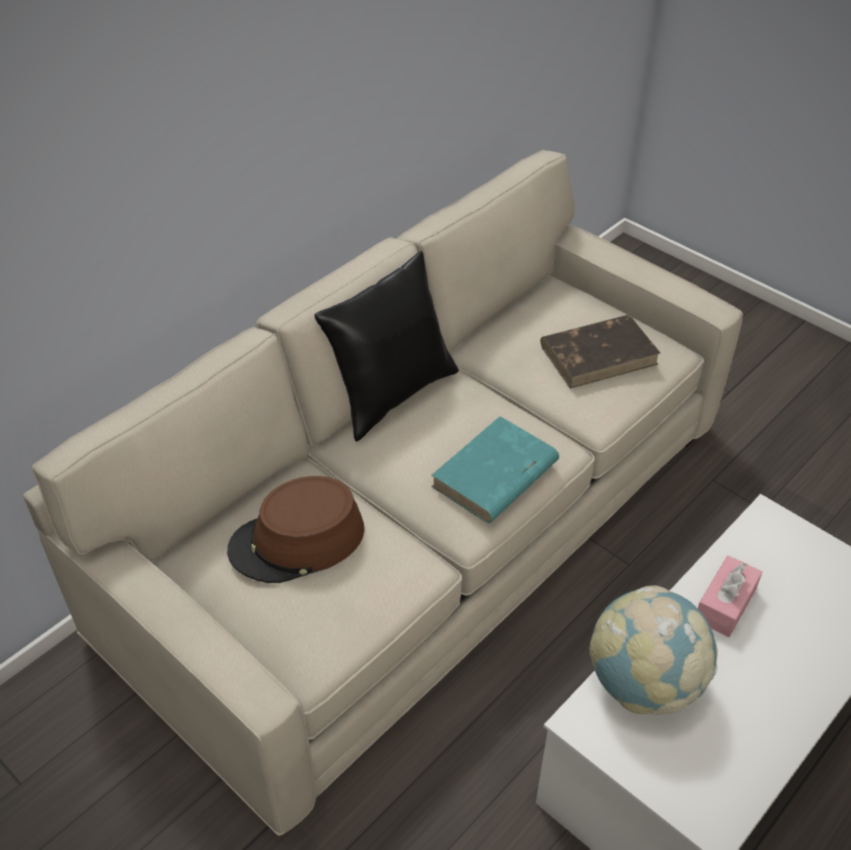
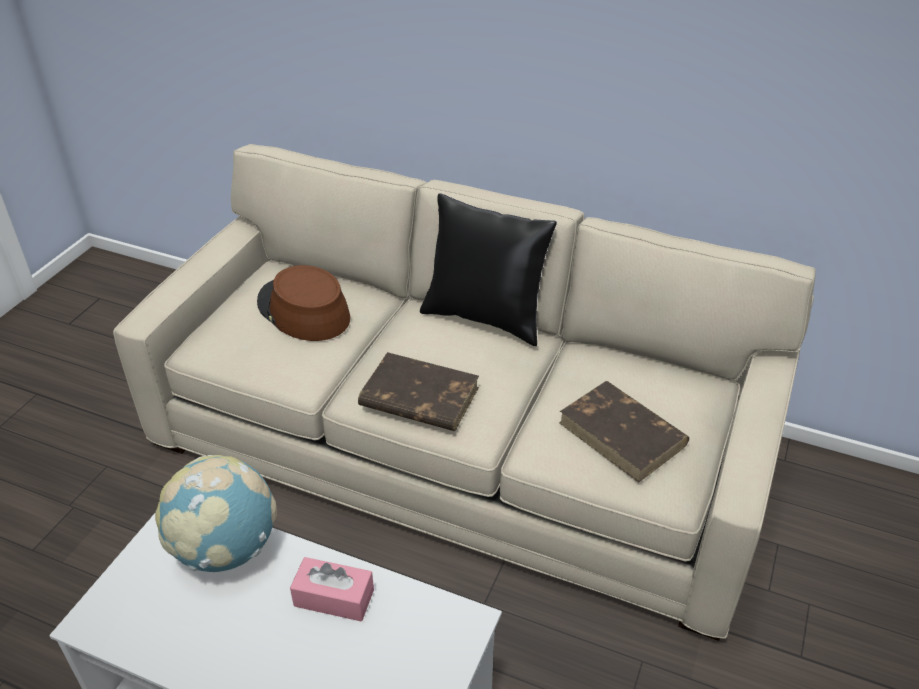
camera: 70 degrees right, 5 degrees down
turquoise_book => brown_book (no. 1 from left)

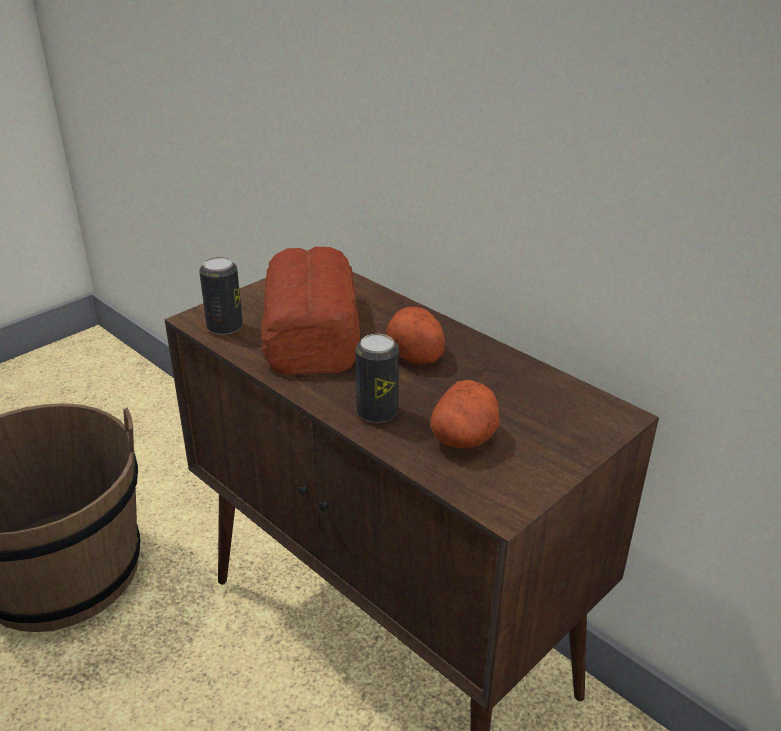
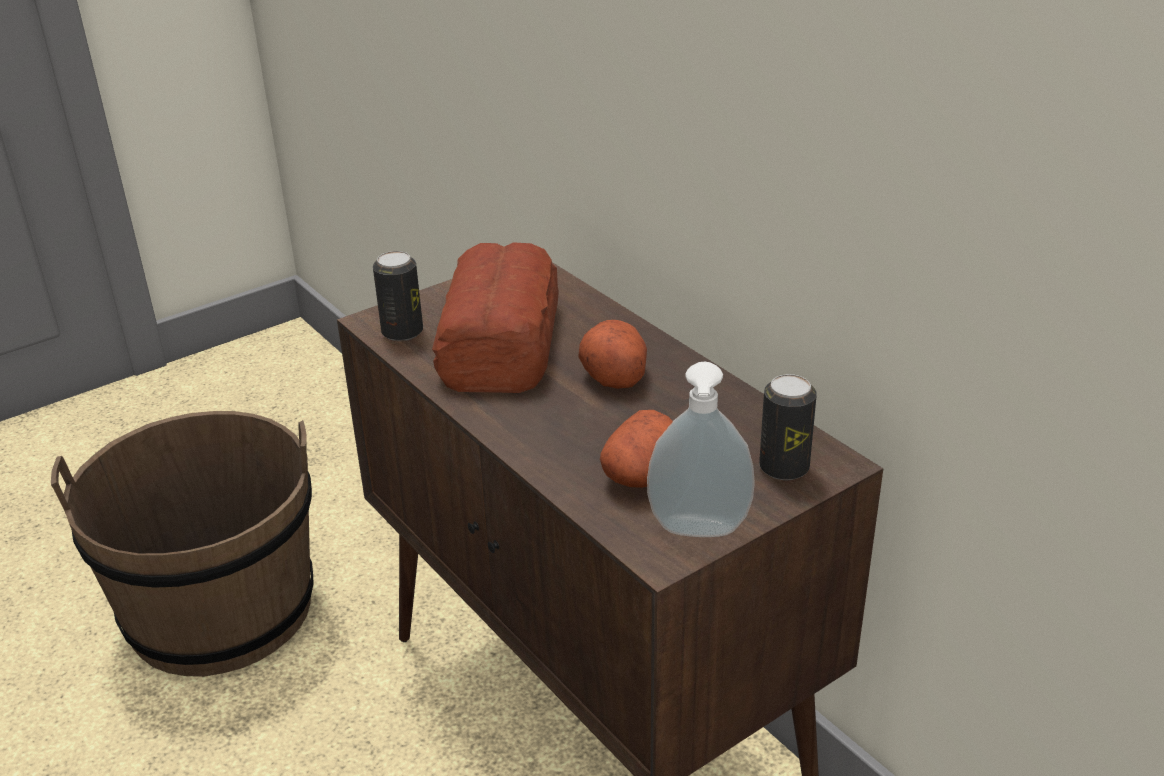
camera: 10 degrees right, 0 degrees up
nothing => soap_dispenser
can (no. 2 from left), relocated

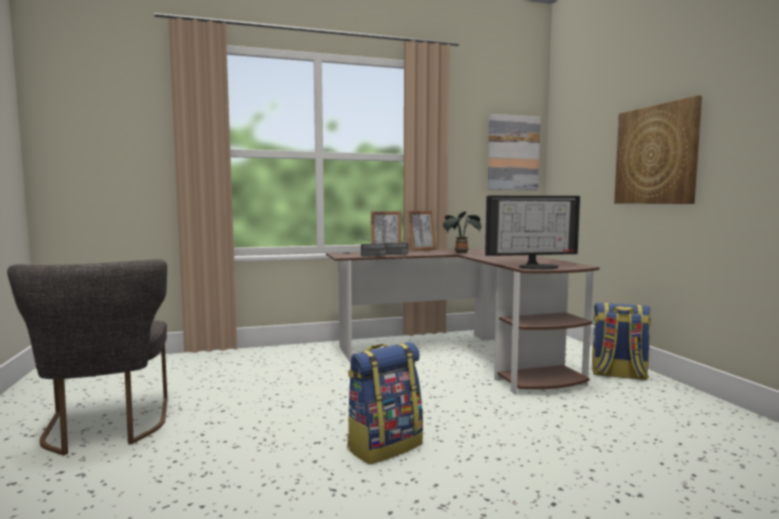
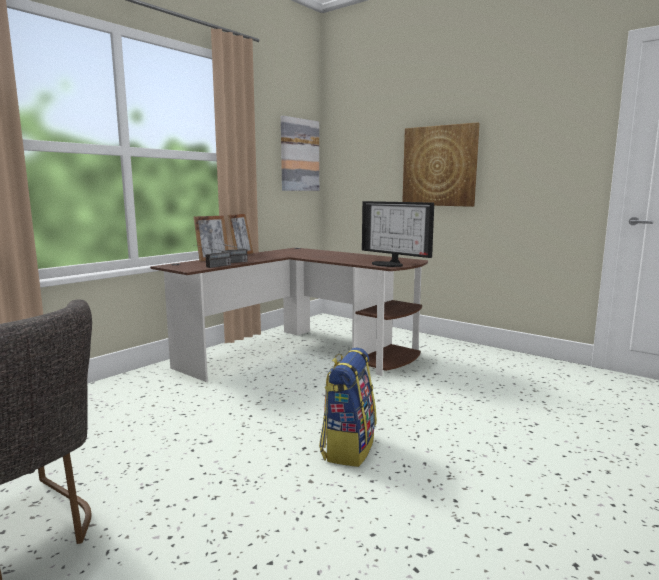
camera: 35 degrees left, 5 degrees up
potted_plant => nothing
backpack (no. 2 from left) => nothing
monitor, 90 degrees clockwise

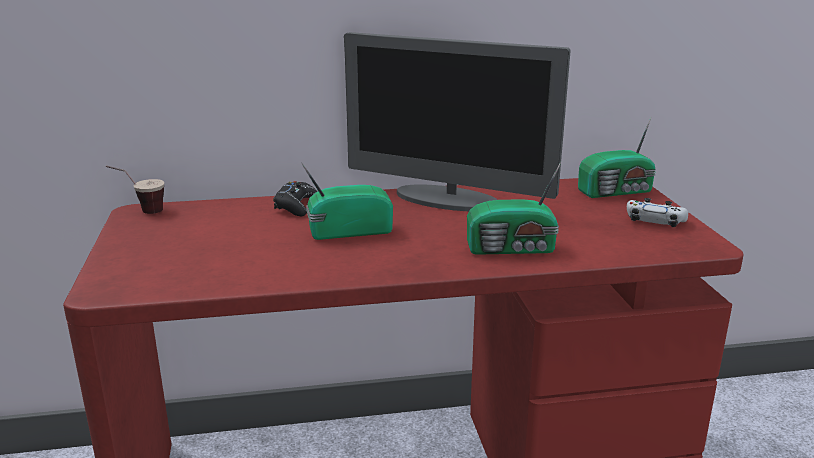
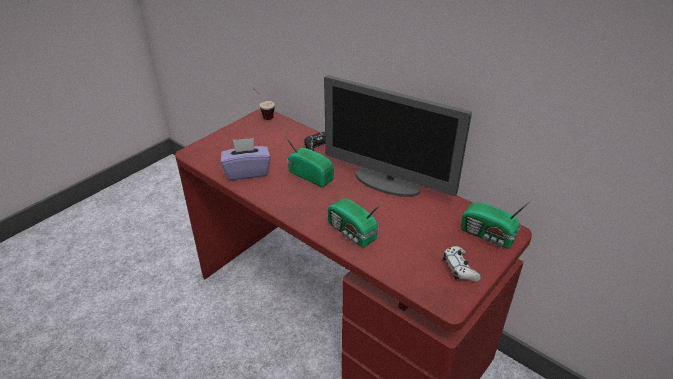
camera: 50 degrees right, 15 degrees up
nothing => purple_tissue_box
monitor, 45 degrees counterclockwise

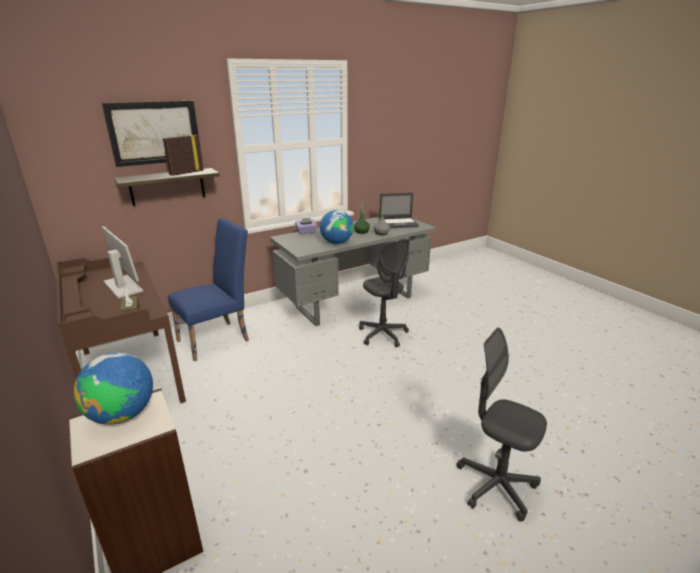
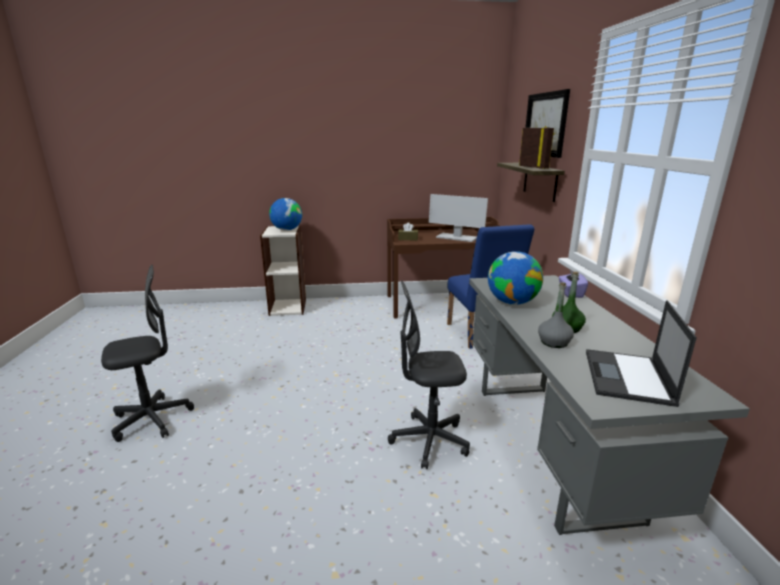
camera: 115 degrees right, 5 degrees down
monitor, 45 degrees clockwise

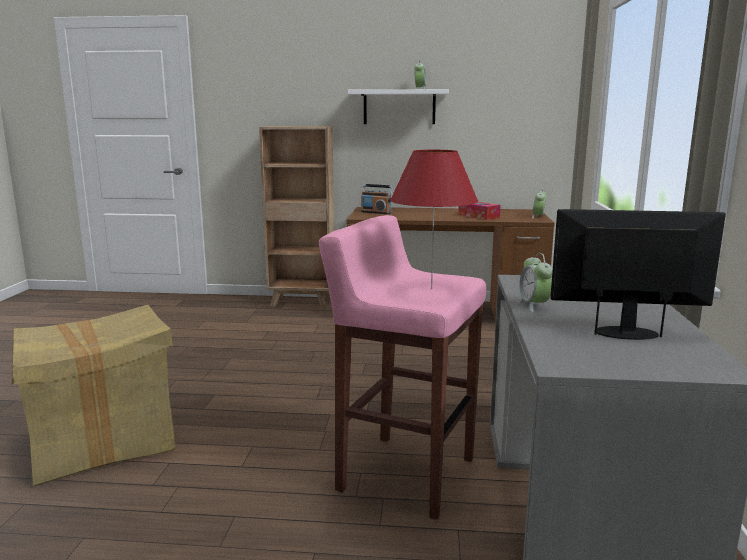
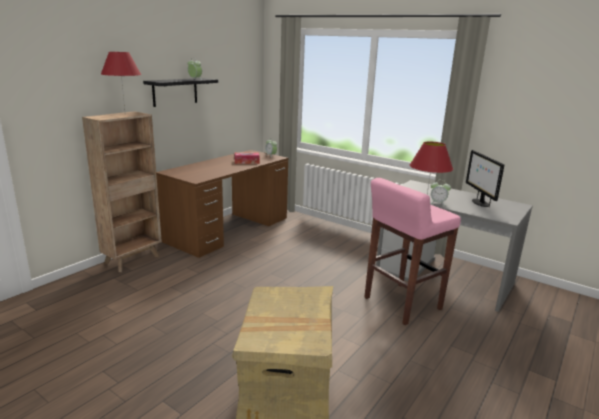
camera: 60 degrees left, 5 degrees up
radio => nothing
nothing => red_table_lamp (no. 1 from left)
white_shelf => black_shelf
monitor, 45 degrees counterclockwise

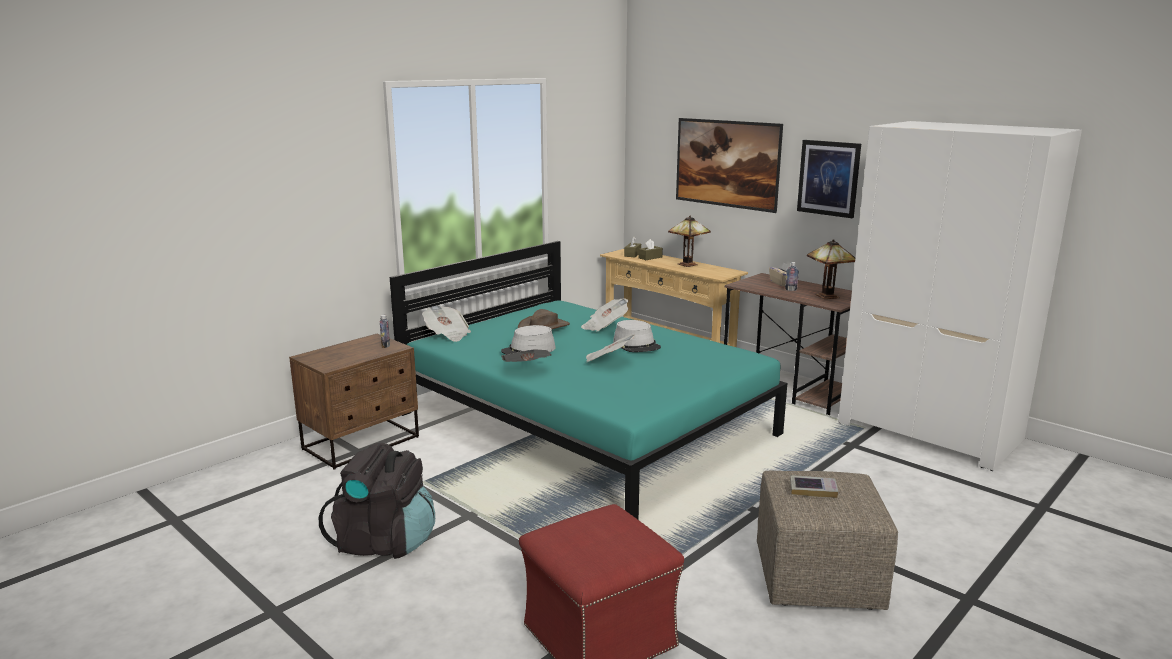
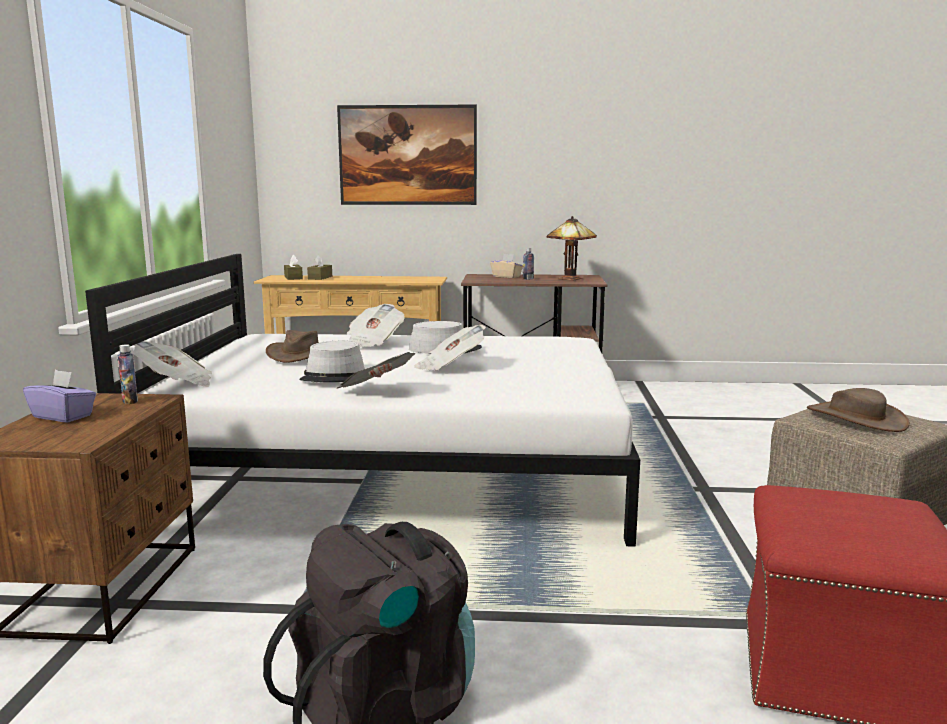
camera: 40 degrees left, 5 degrees down
table_lamp (no. 1 from left) => nothing
picture (no. 2 from left) => nothing
white_wardrobe => nothing
nothing => purple_tissue_box
book => brown_hat (no. 2 from left)
turquoise_bed => white_bed

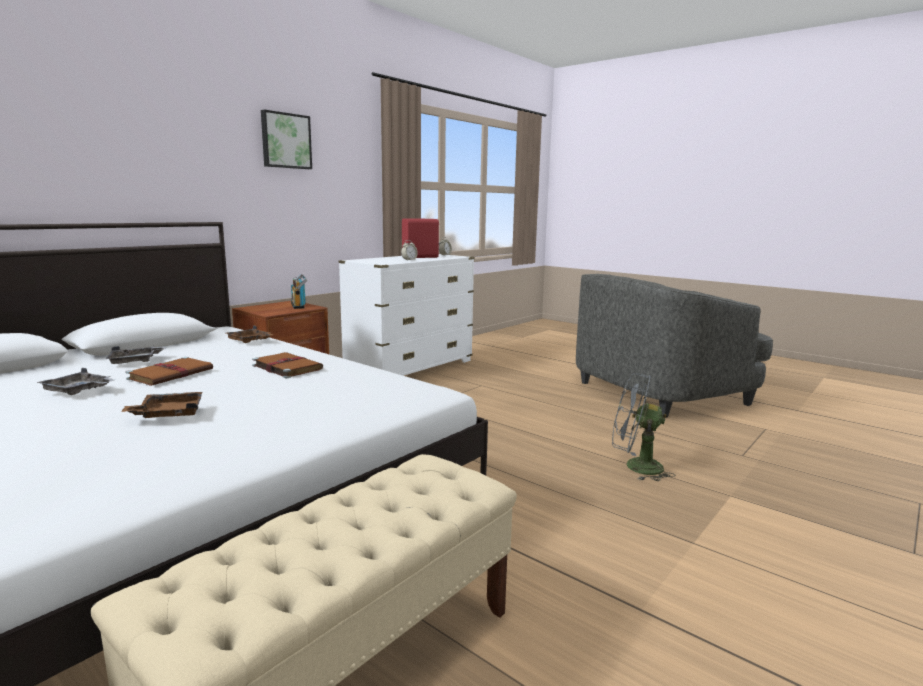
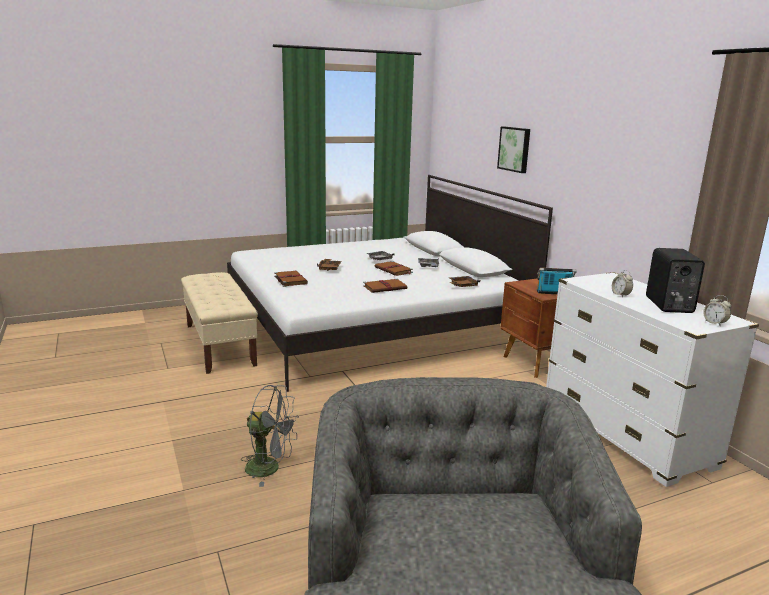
camera: 115 degrees right, 5 degrees up
nothing => brown_book (no. 1 from left)
picture, relocated
red_speaker => black_speaker
grey_fan, 60 degrees clockwise

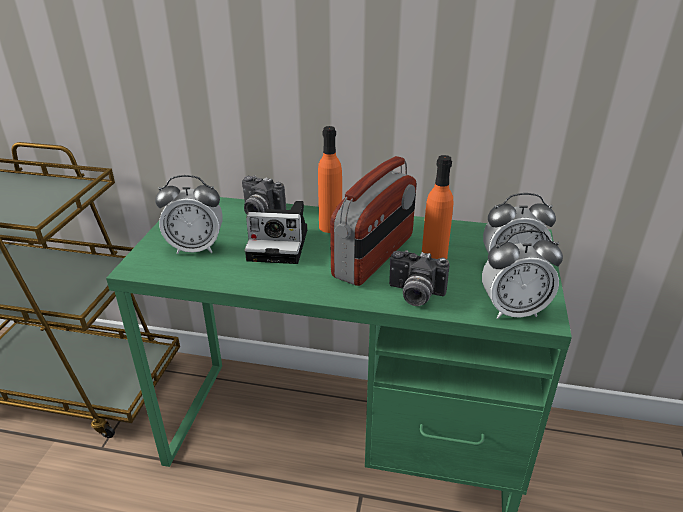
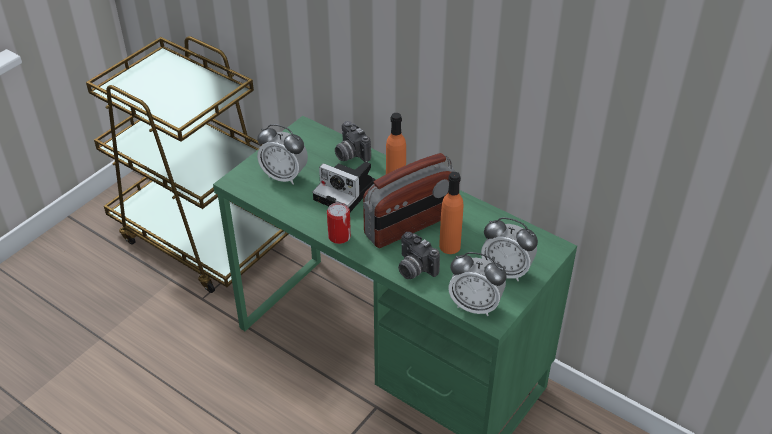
camera: 25 degrees right, 10 degrees up
nothing => can

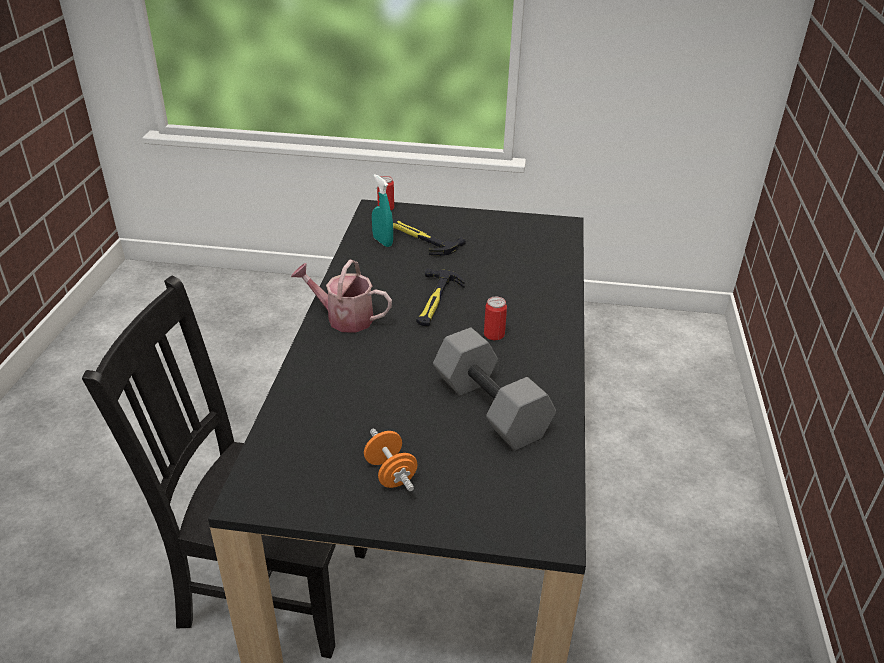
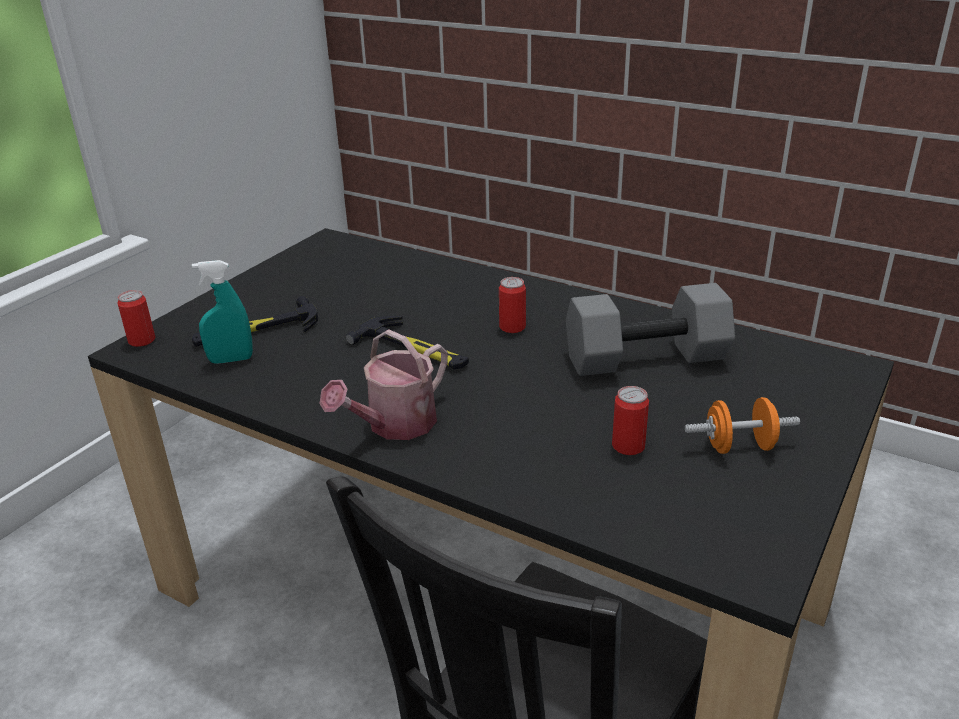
camera: 65 degrees left, 5 degrees down
nothing => can (no. 3 from left)

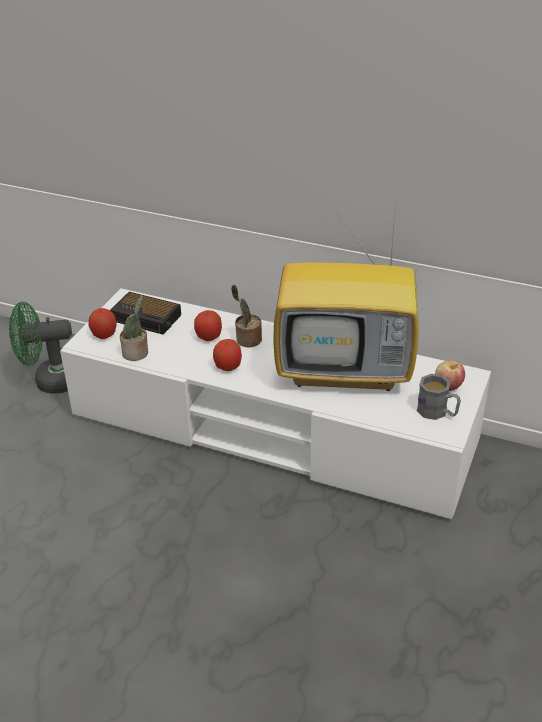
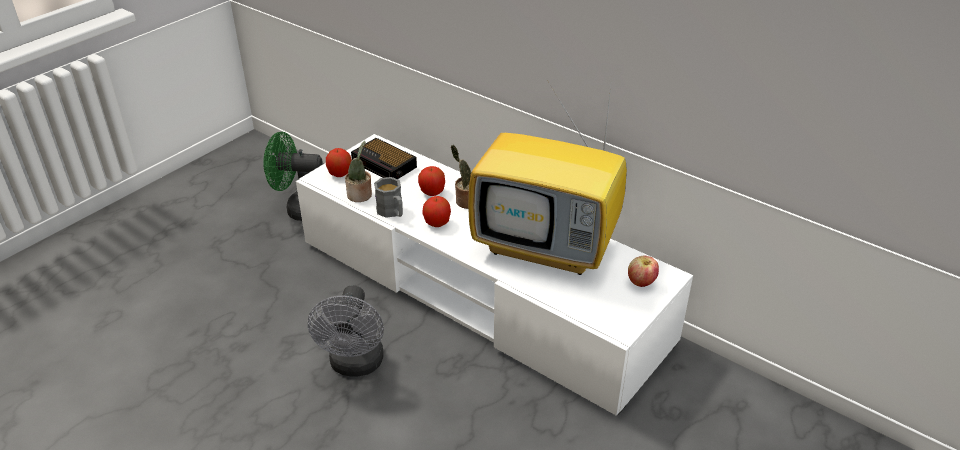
camera: 15 degrees right, 0 degrees up
nothing => grey_fan
grey_mug, relocated

